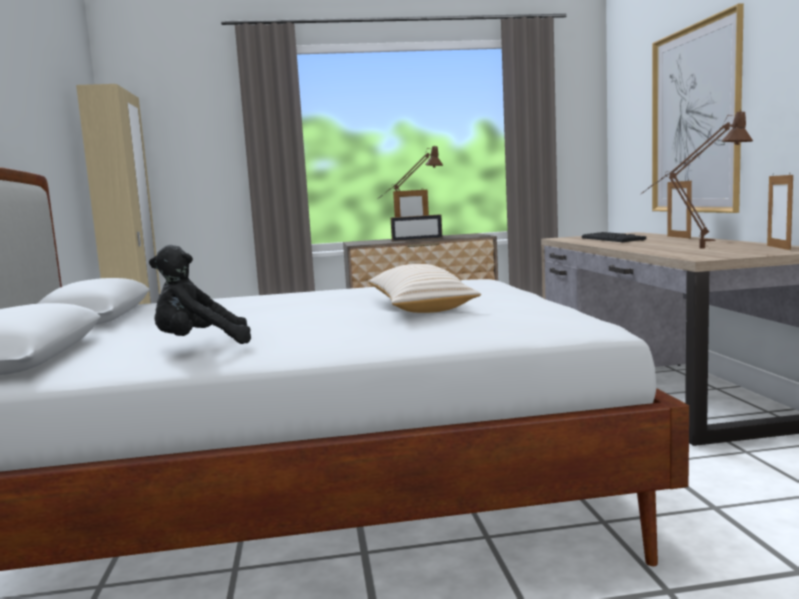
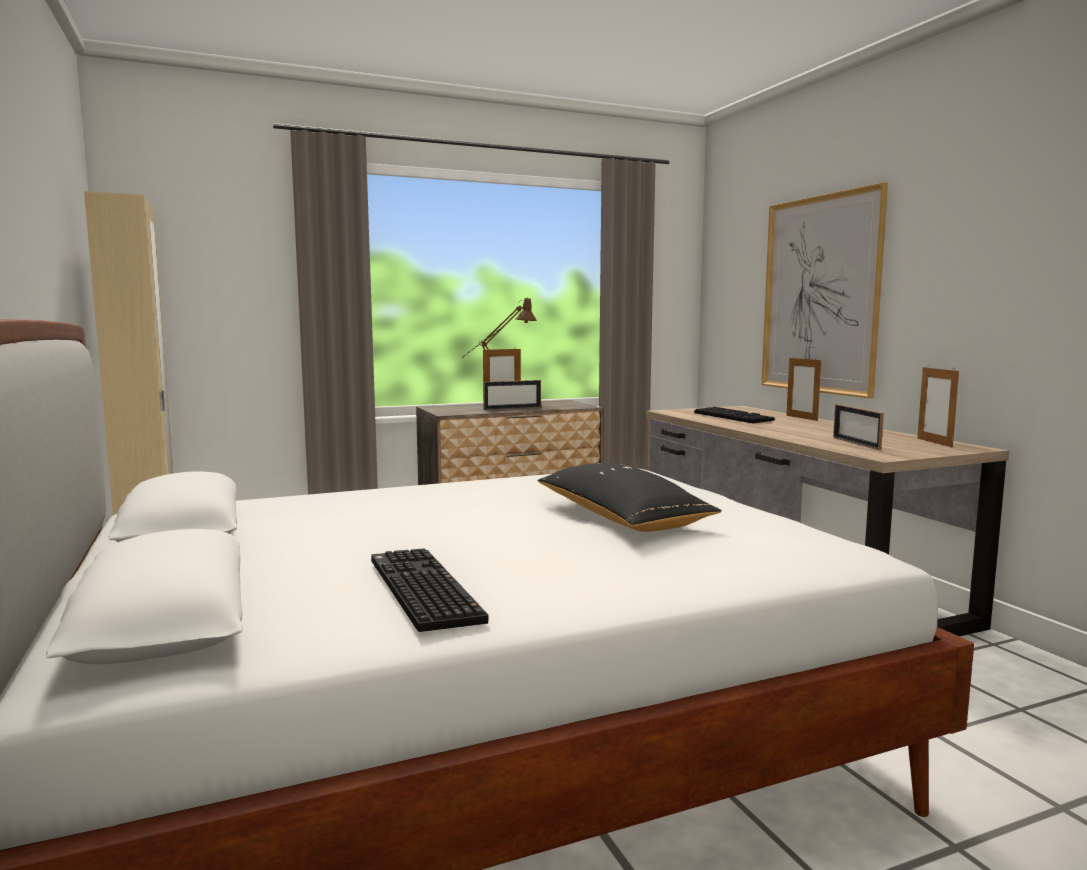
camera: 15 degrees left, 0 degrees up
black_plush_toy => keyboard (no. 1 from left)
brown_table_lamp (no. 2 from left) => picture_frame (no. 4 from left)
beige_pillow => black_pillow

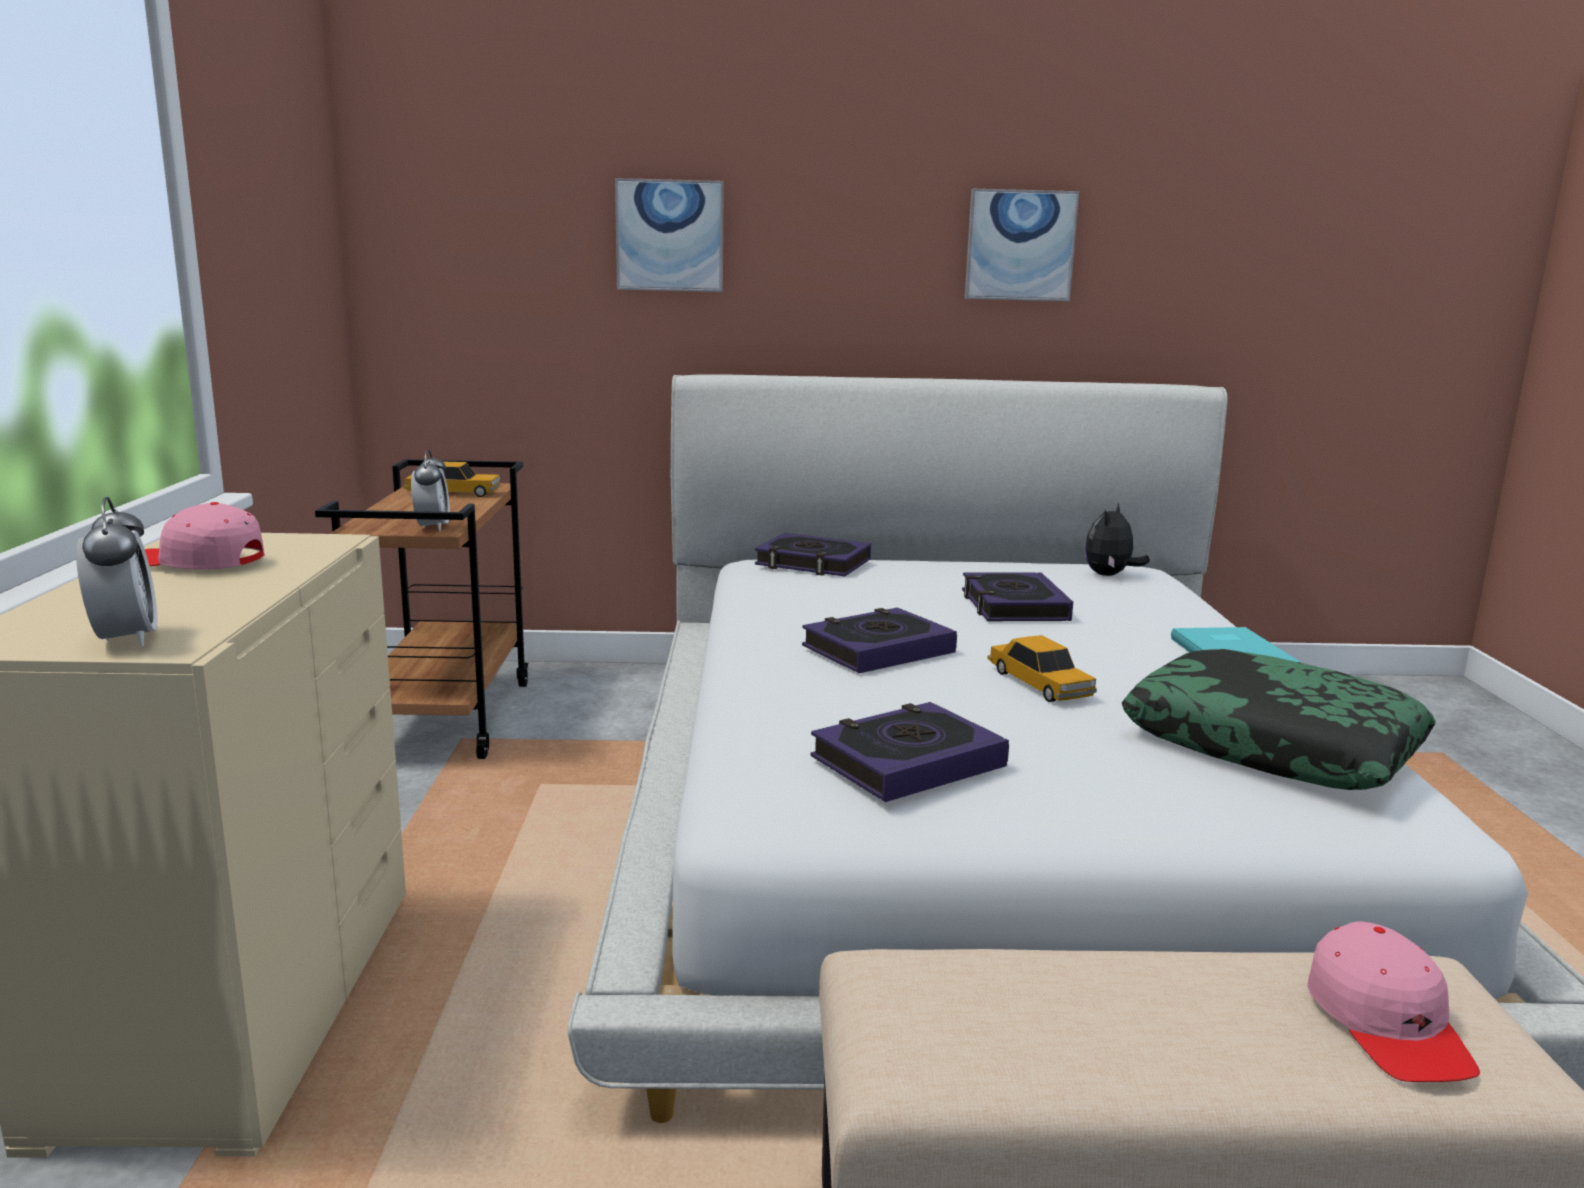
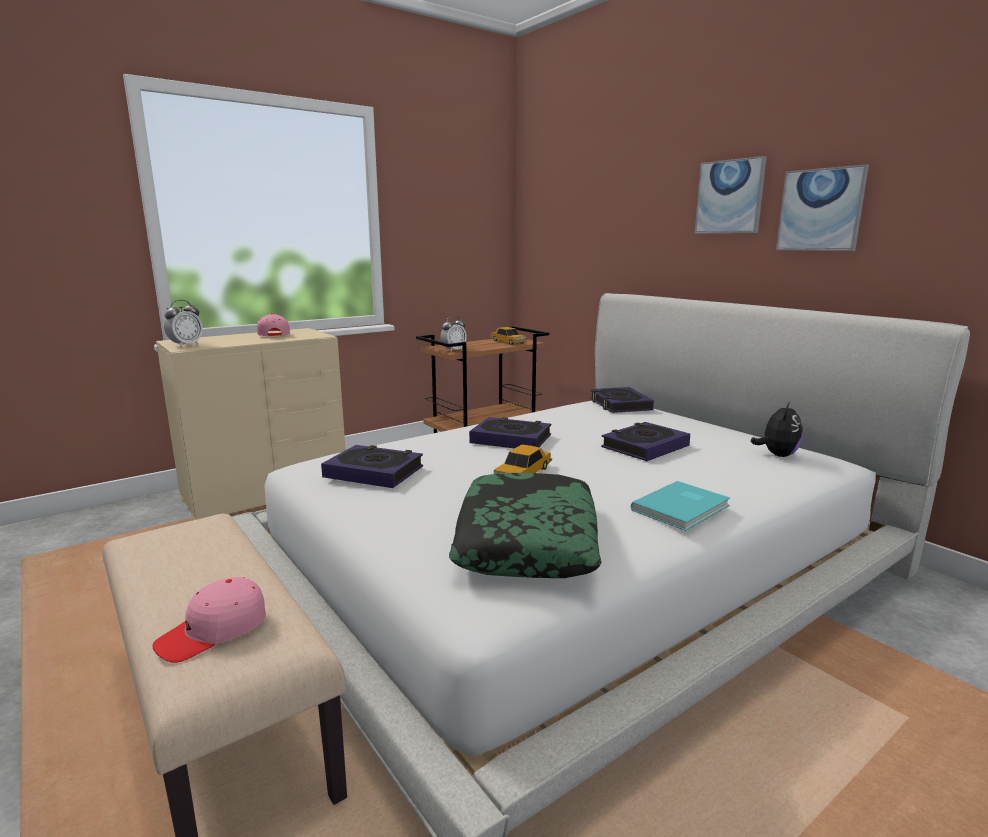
camera: 55 degrees right, 0 degrees up
picture (no. 1 from left), relocated
plush_toy, 120 degrees clockwise

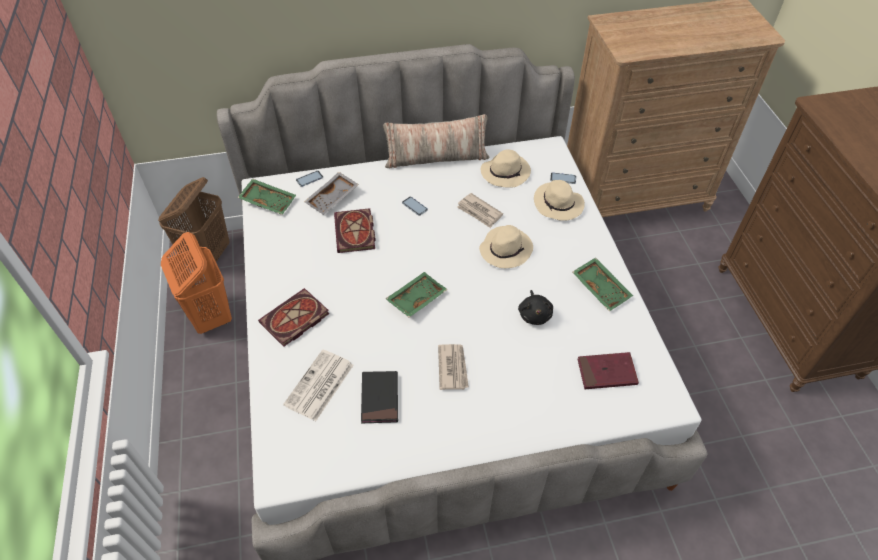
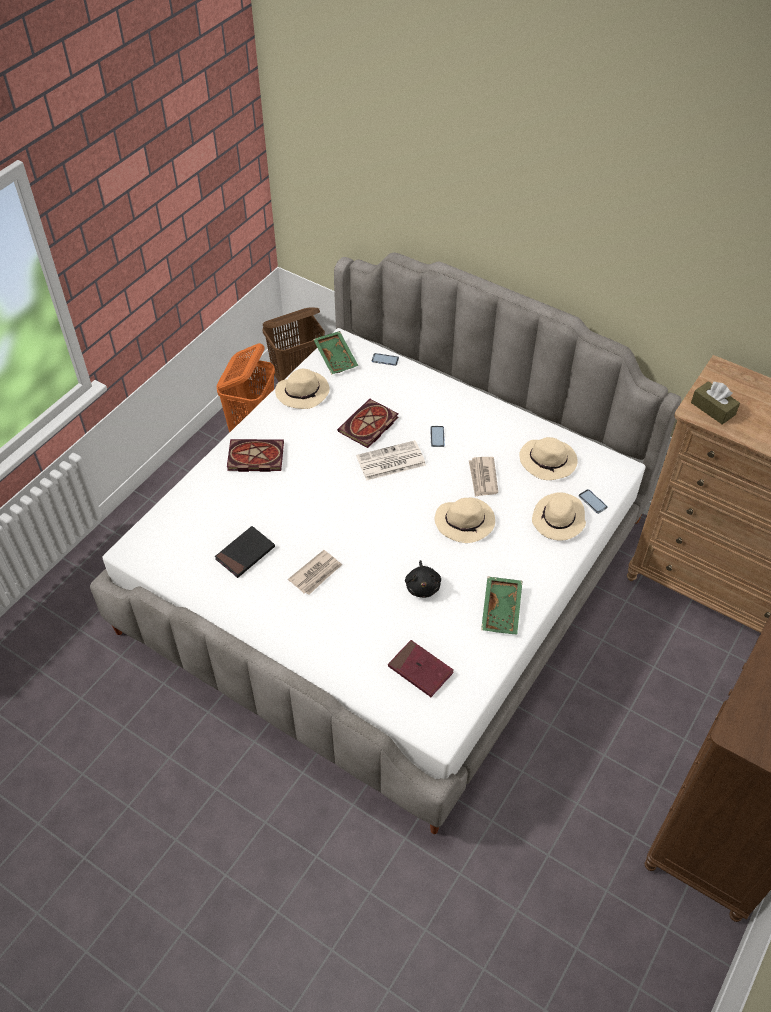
camera: 45 degrees right, 0 degrees up
grey_tray => nothing
pillow => nothing
green_tray (no. 2 from left) => nothing
nothing => beige_hat (no. 1 from left)
nothing => brown_tissue_box
newspaper (no. 1 from left in the first image) => newspaper (no. 2 from left), relocated
black_plush_toy, 45 degrees counterclockwise

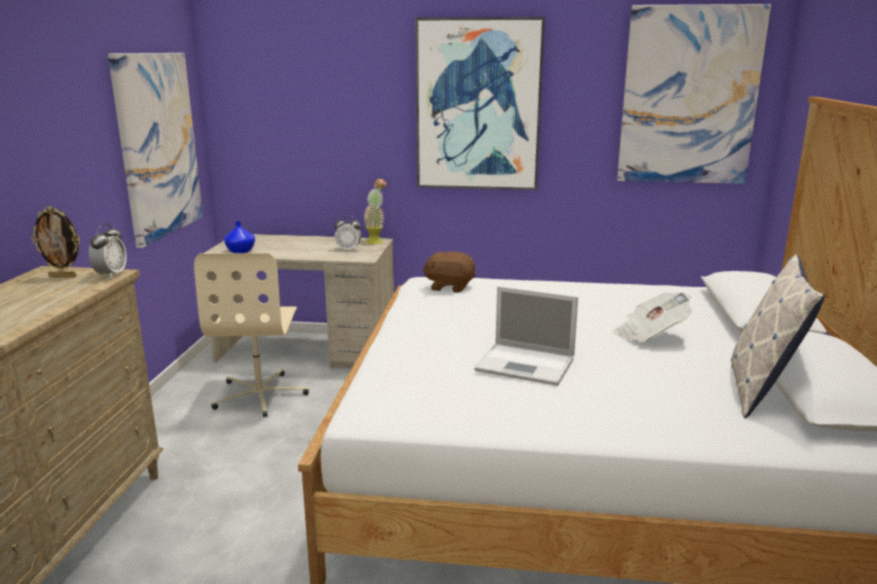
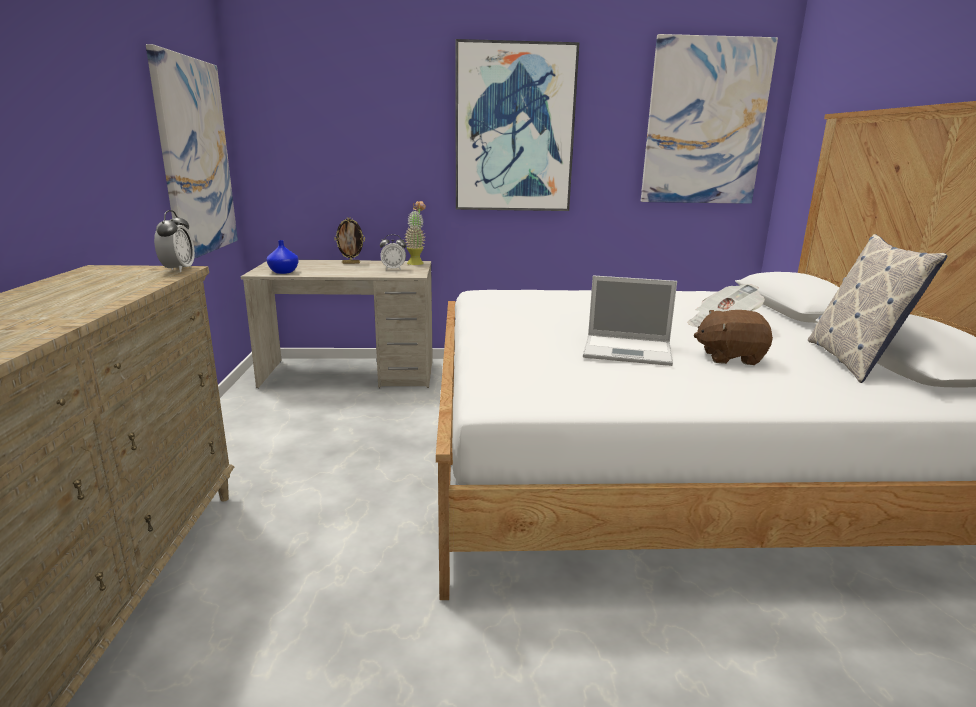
camera: 10 degrees left, 0 degrees up
beige_office_chair => nothing
picture_frame, relocated
brown_plush_toy, relocated

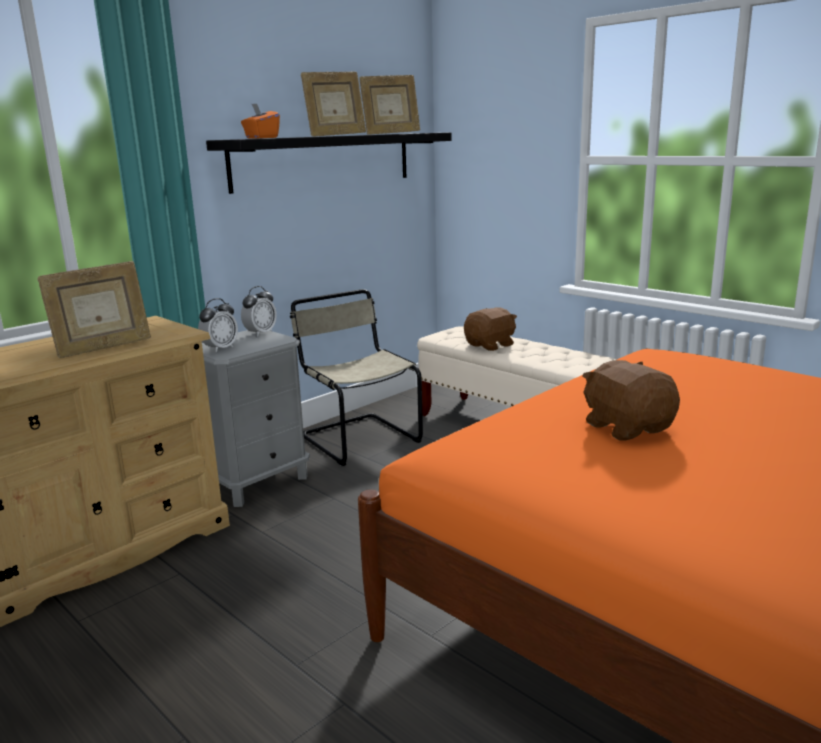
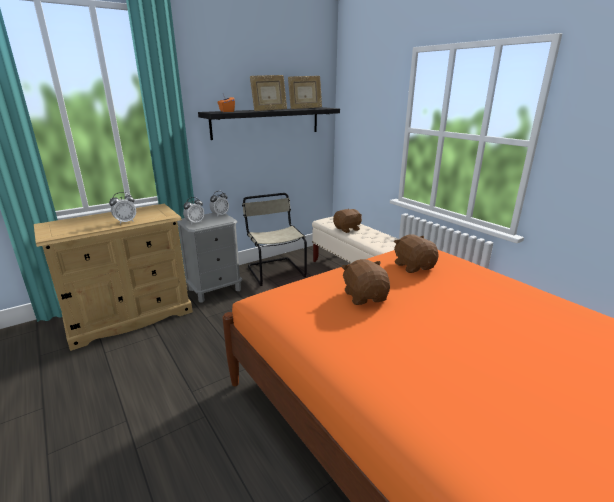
camera: 10 degrees right, 5 degrees up
nothing => brown_plush_toy (no. 3 from left)
picture_frame (no. 1 from left) => alarm_clock (no. 1 from left)

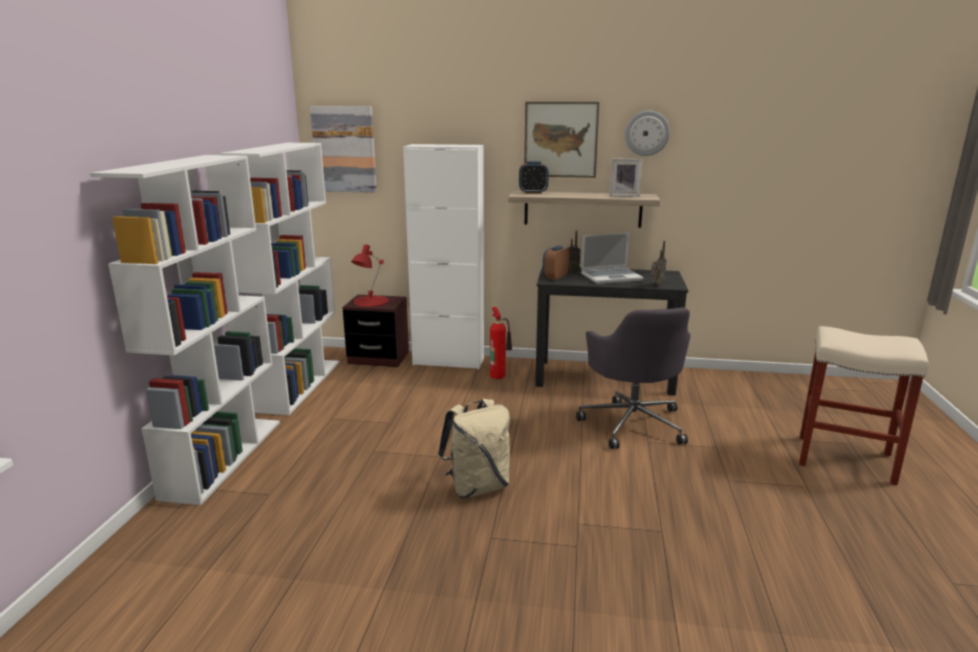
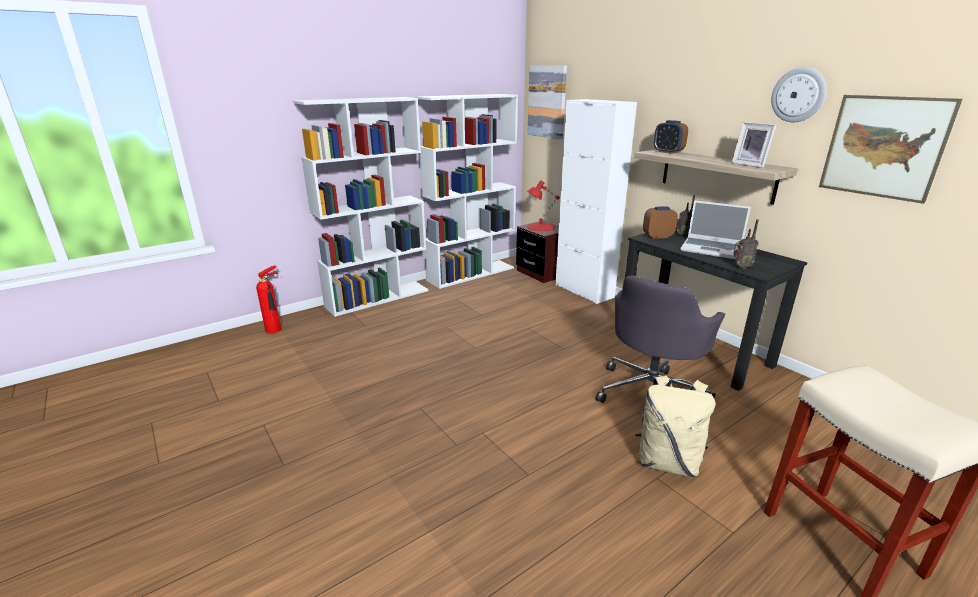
camera: 45 degrees right, 5 degrees up
beige_backpack, relocated
fire_extinguisher, relocated
picture (no. 2 from left), relocated

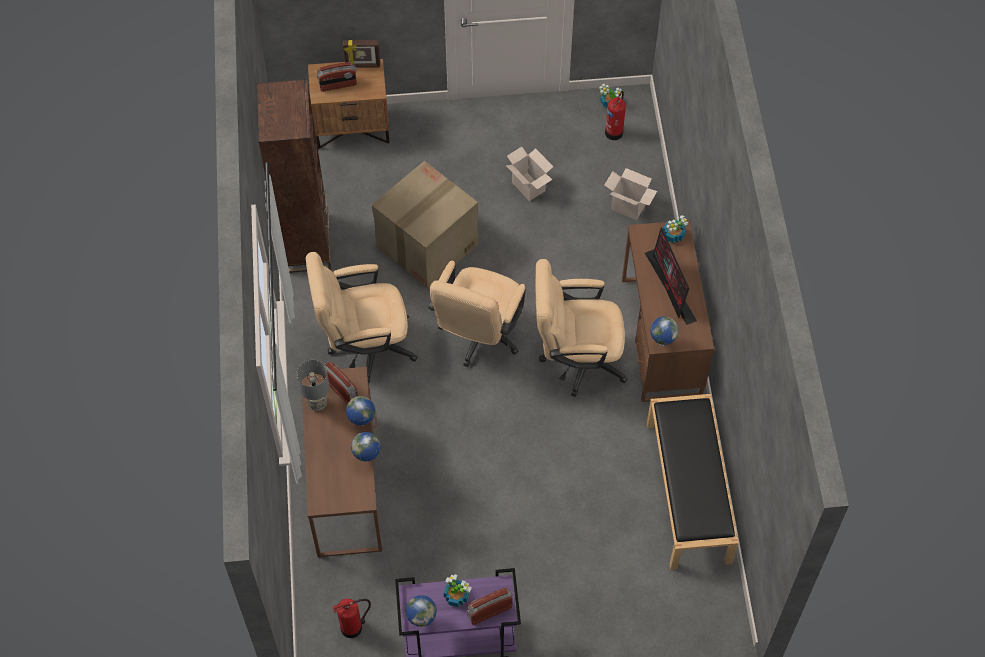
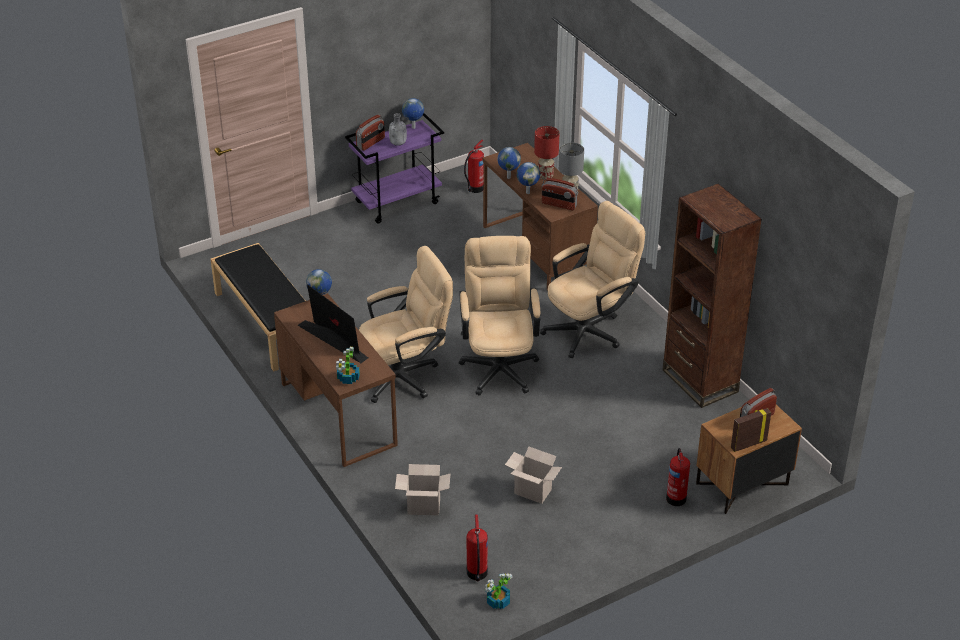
camera: 155 degrees right, 20 degrees down
cardboard_box (no. 1 from left) => nothing
nothing => red_table_lamp
nothing => fire_extinguisher (no. 3 from left)
potted_plant (no. 1 from left) => grey_bottle

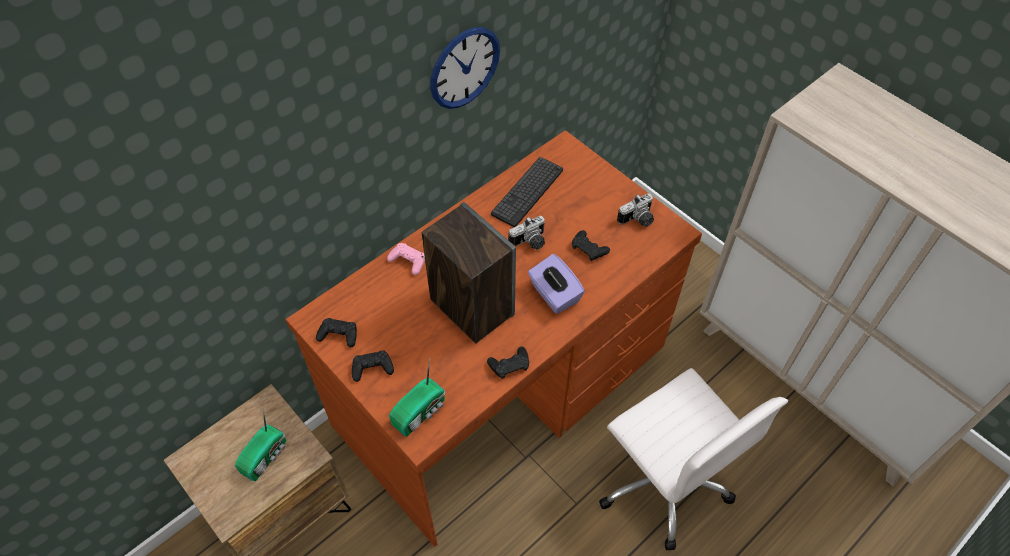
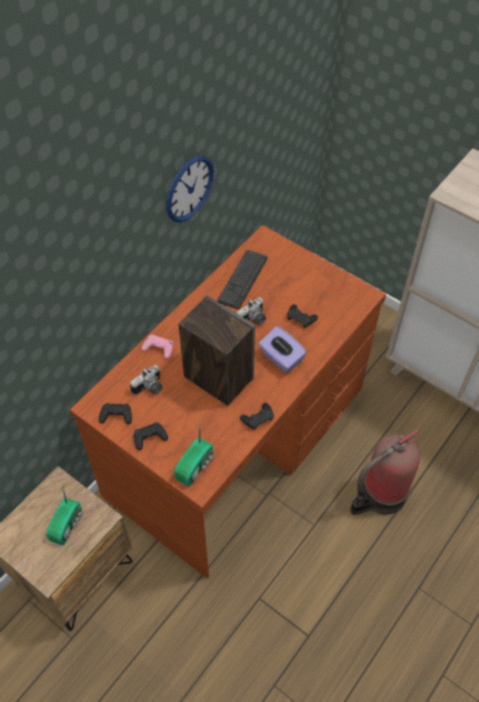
camera: 10 degrees left, 0 degrees up
photo_camera (no. 2 from left in the first image) => photo_camera (no. 1 from left), relocated
white_office_chair => fire_extinguisher

